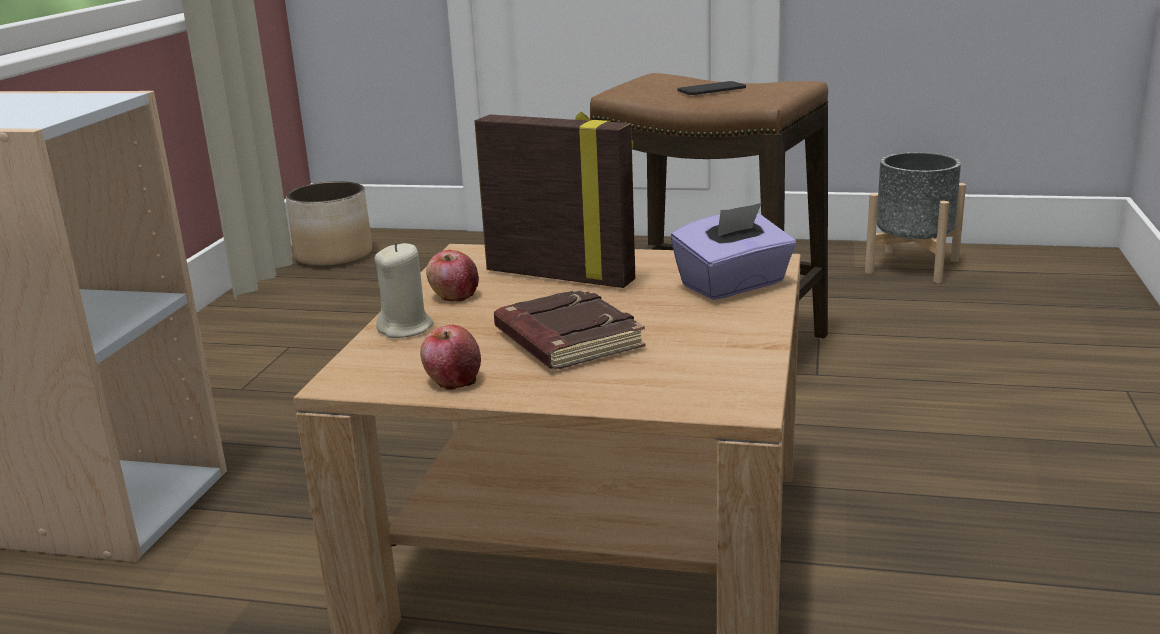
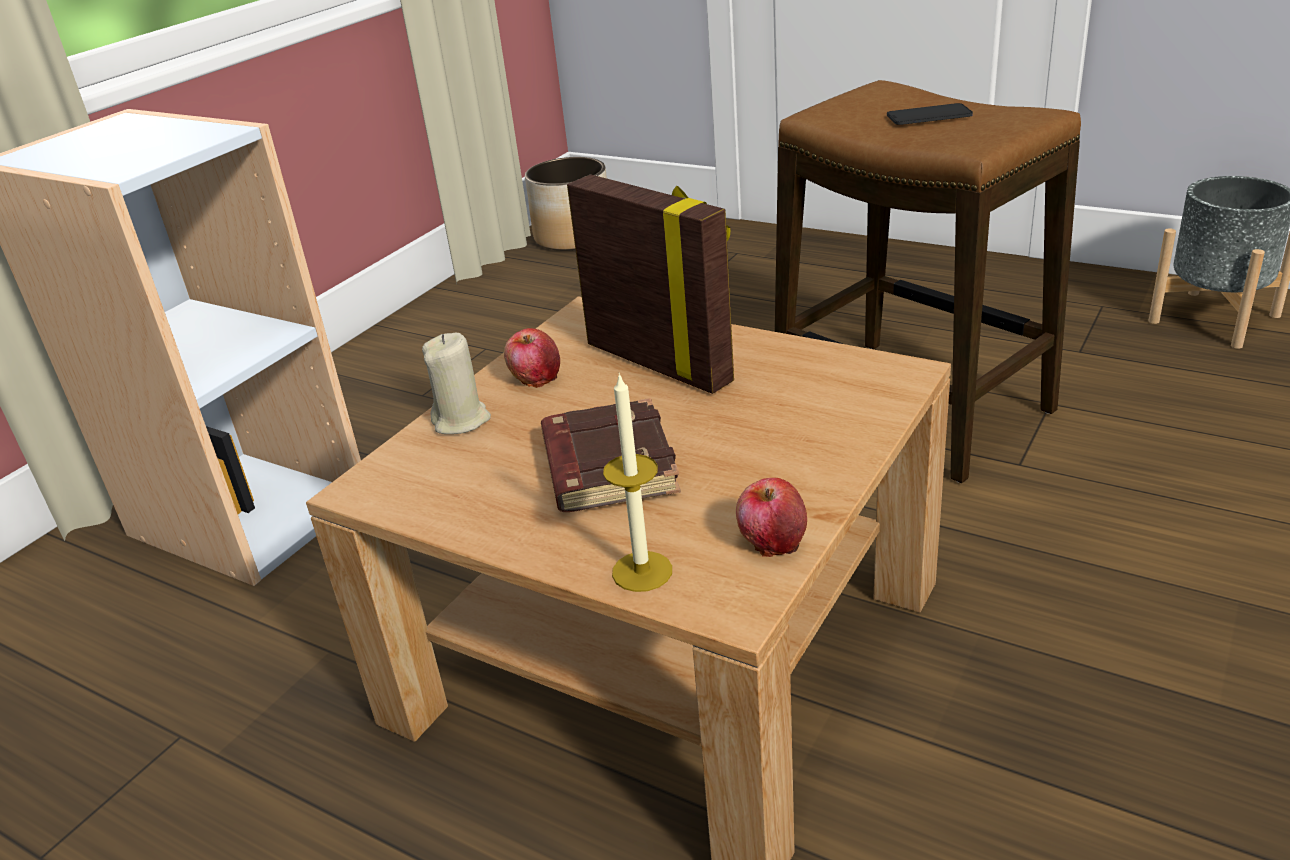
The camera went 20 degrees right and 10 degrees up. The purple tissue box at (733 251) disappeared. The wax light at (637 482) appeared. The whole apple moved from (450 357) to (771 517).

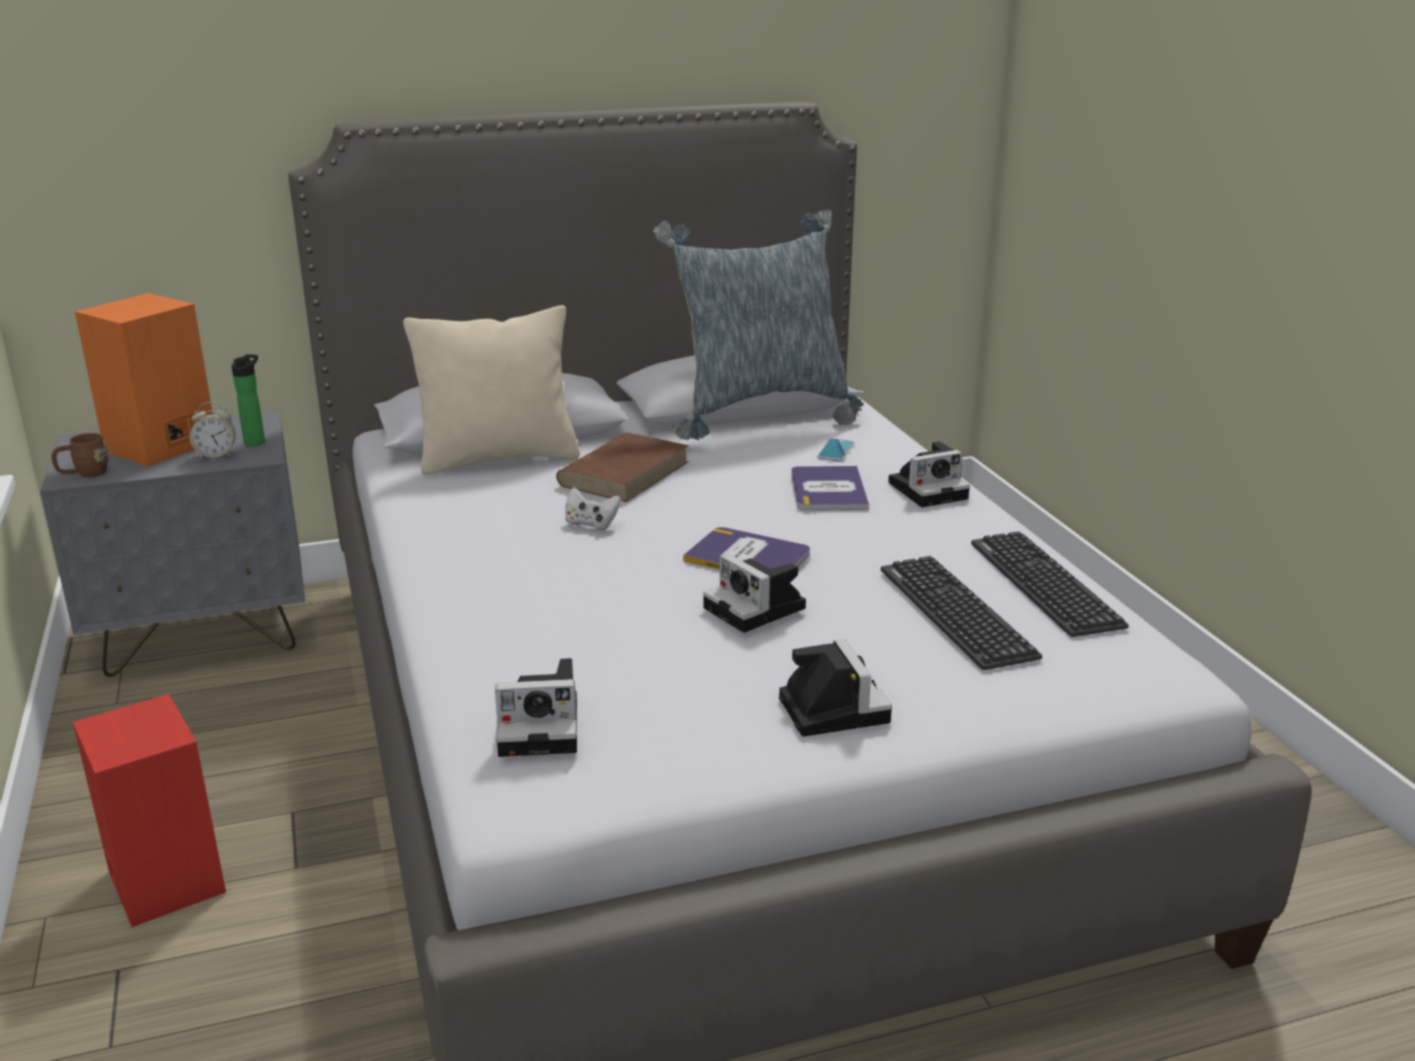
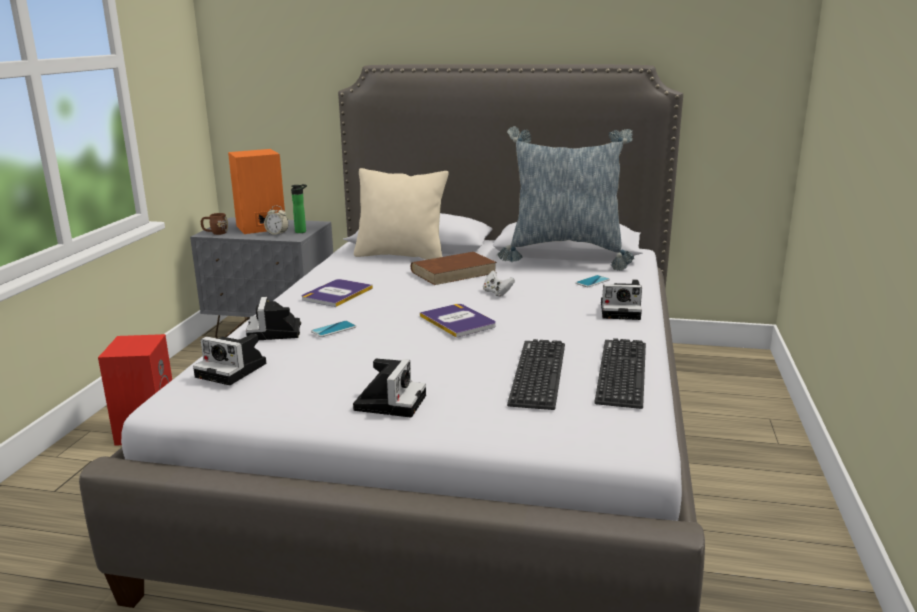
The camera went 30 degrees right and 5 degrees down. The telephone at (333 329) appeared. The white game controller moved from (593 509) to (499 283). The photo camera moved from (754 593) to (273 318). The volume moved from (830 488) to (337 293).

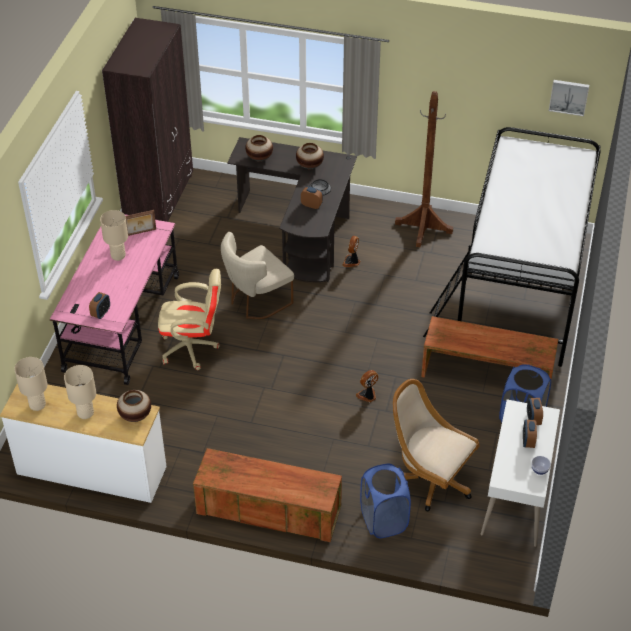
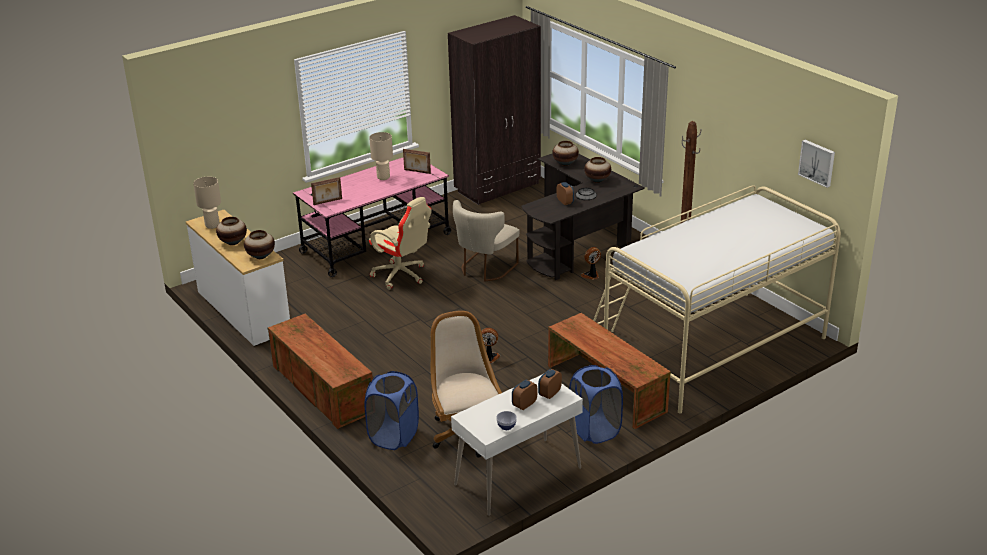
The camera went 40 degrees right and 15 degrees down. The sand-coloured table lamp at (80 392) was replaced by the decorative vase at (231 231). The bedside clock at (99 305) was replaced by the photo frame at (326 191). The black-coloured sleeping bed at (512 247) became the sand-coloured sleeping bed at (717 299). The sand-coloured plain chair at (257 275) turned 60 degrees counterclockwise.

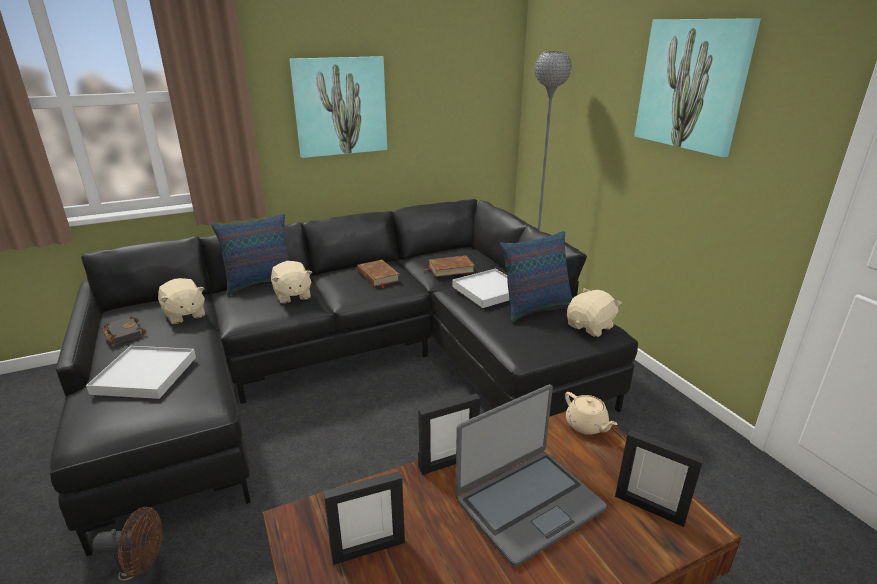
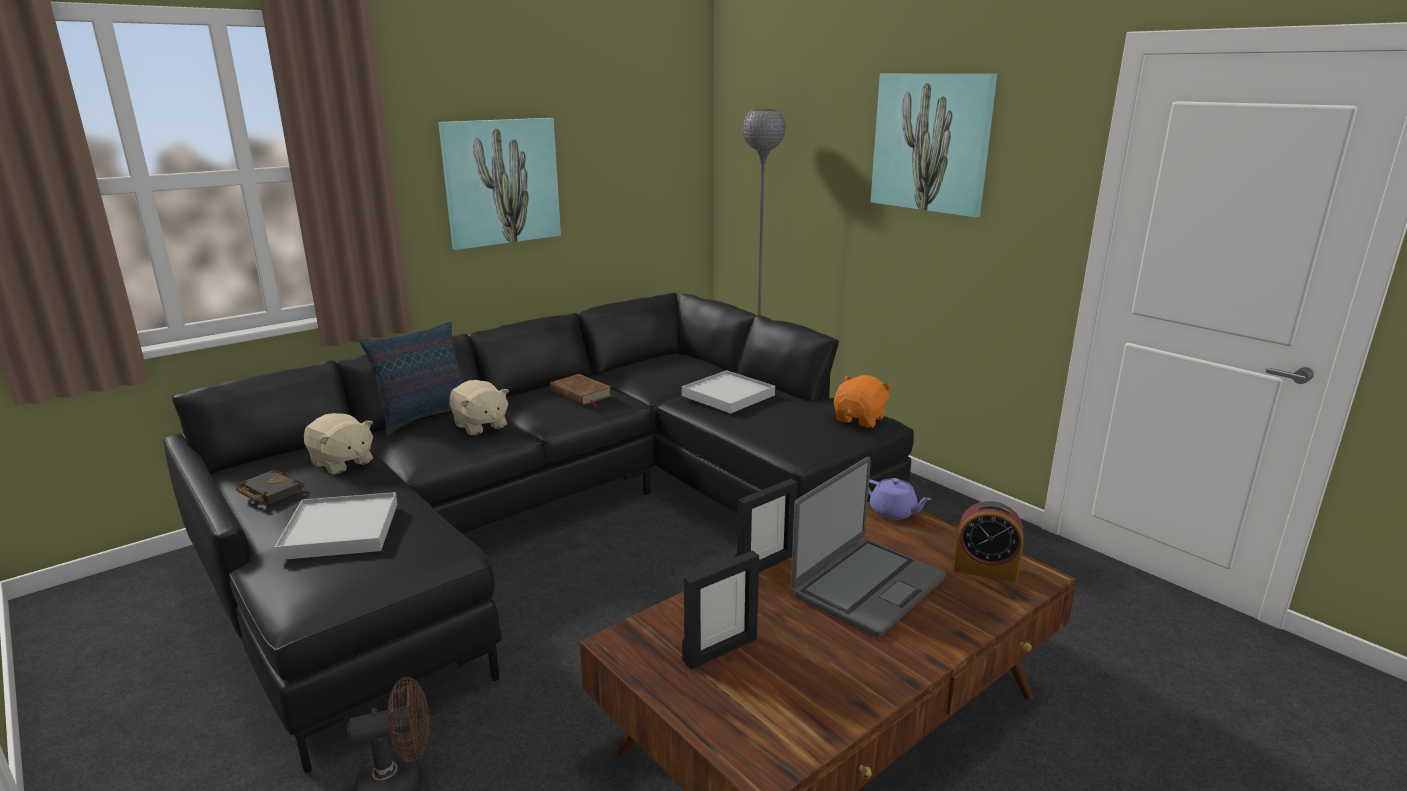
The camera went 15 degrees left and 5 degrees down. The brown volume at (449 266) disappeared. The blue-coloured throw pillow at (536 277) disappeared. The photo frame at (659 478) was replaced by the bedside clock at (989 541). The sand-coloured pot for tea at (591 413) became the purple pot for tea at (900 499). The sand-coloured plush toy at (594 312) became the orange plush toy at (863 401).

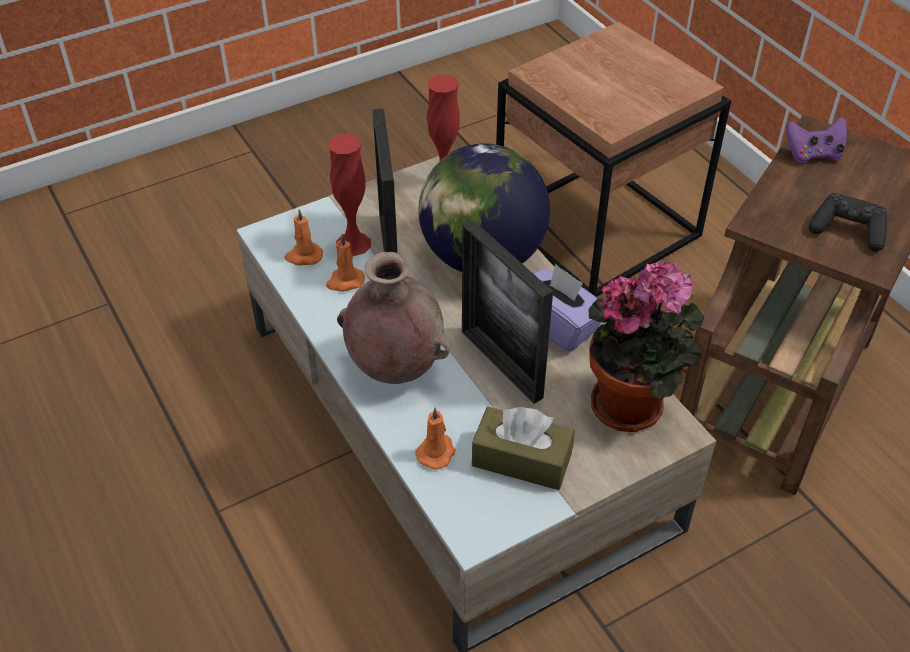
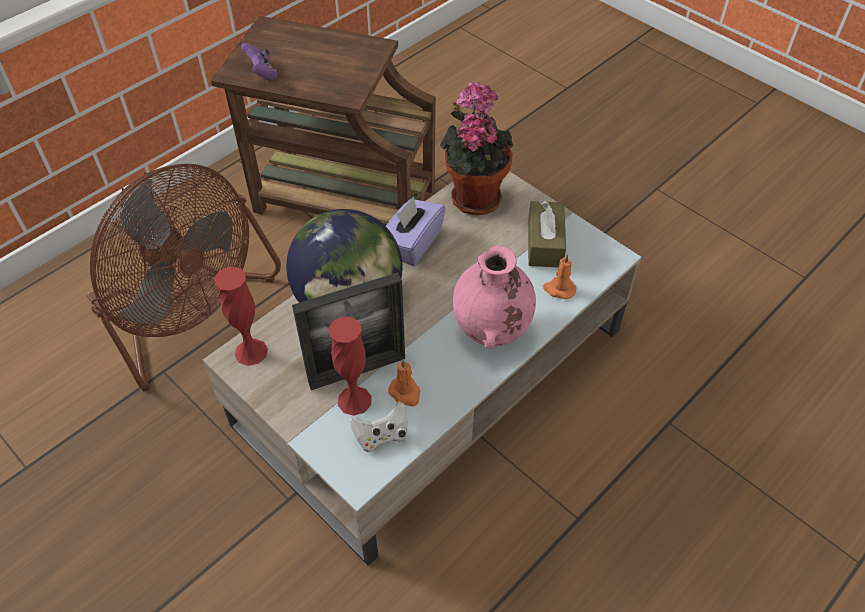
The camera went 105 degrees left and 5 degrees up. The photo frame at (507 312) disappeared. The black-coloured game controller at (848 222) disappeared. The orange wax light at (303 237) was replaced by the white game controller at (379 426). The brown side table at (613 159) was replaced by the brown cooling fan at (184 278). The brown decorative vase at (394 318) became the pink decorative vase at (494 297).

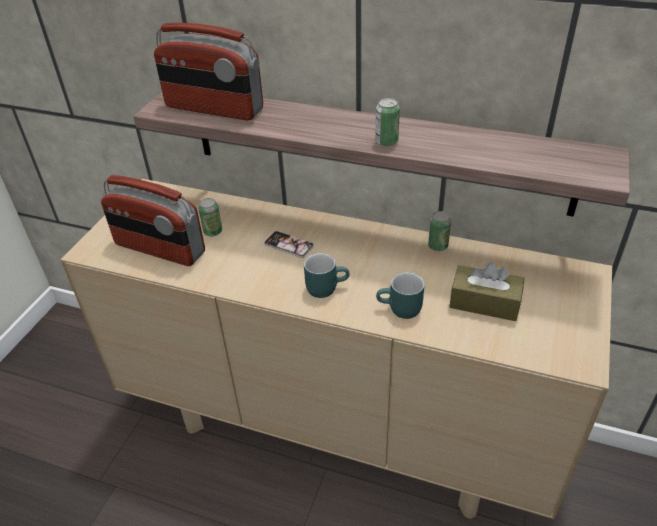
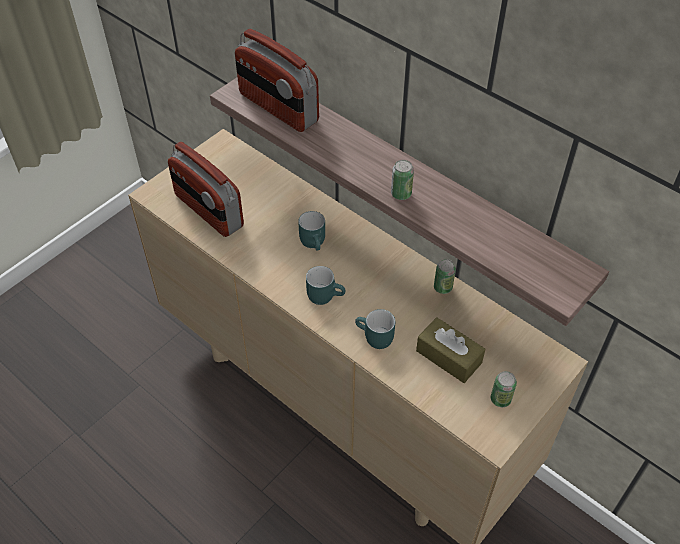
The camera went 20 degrees right and 10 degrees up. The can moved from (210 217) to (504 389). The telephone at (289 244) was replaced by the turquoise-coloured tea mug at (311 231).

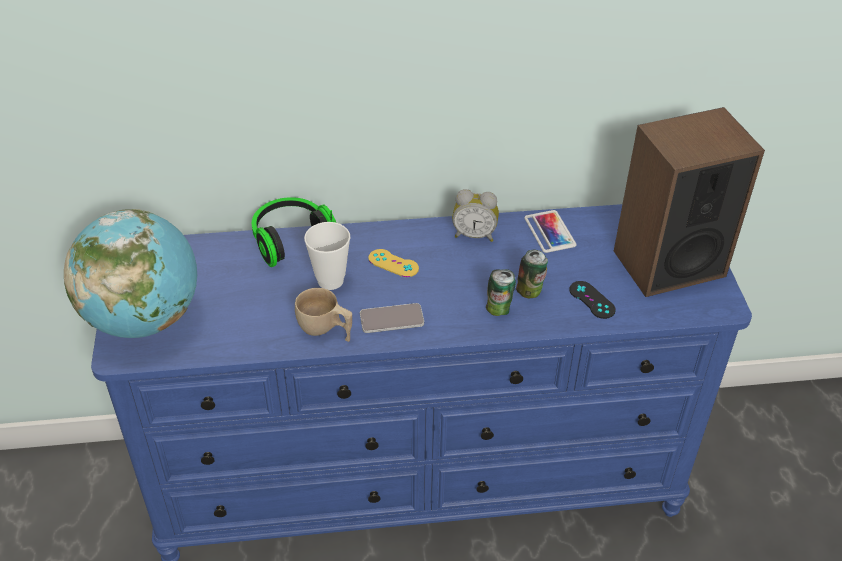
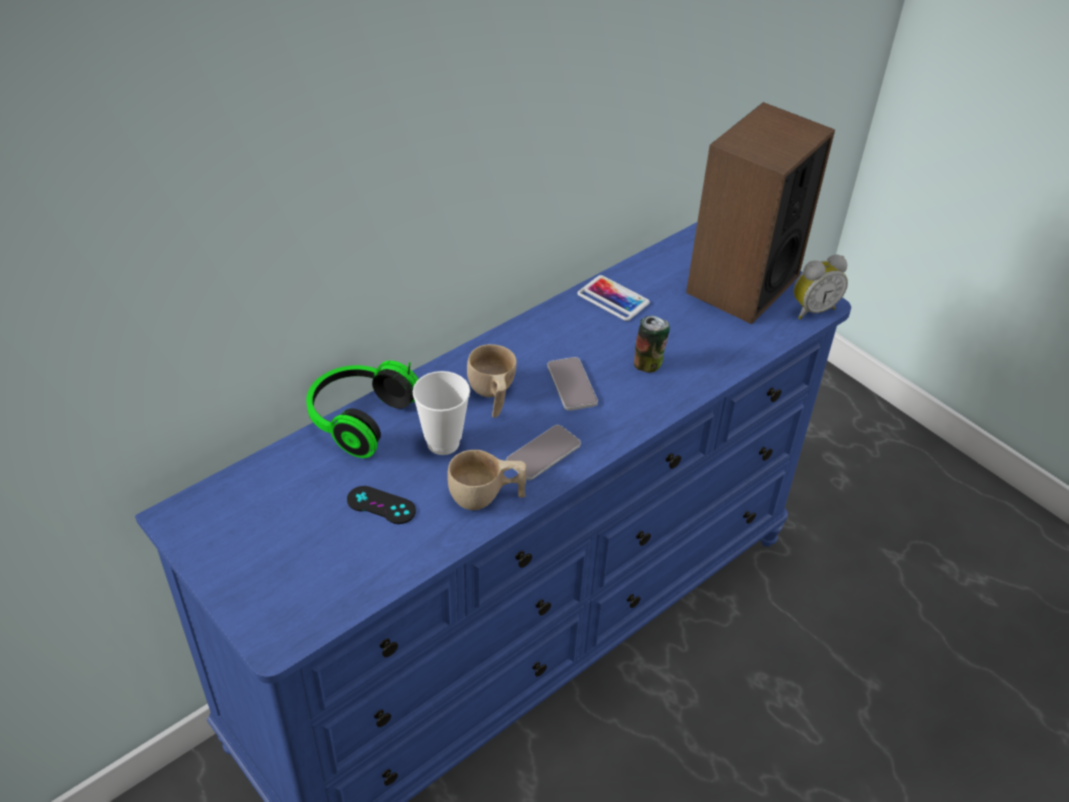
The camera went 35 degrees left and 0 degrees up. The globe at (130 273) disappeared. The can at (501 292) disappeared. The telephone at (572 384) appeared. The bedside clock moved from (475 215) to (821 287). The black-coloured game controller moved from (592 300) to (381 505). The yellow-coloured game controller at (393 263) was replaced by the sand-coloured drinking cup at (492 381).

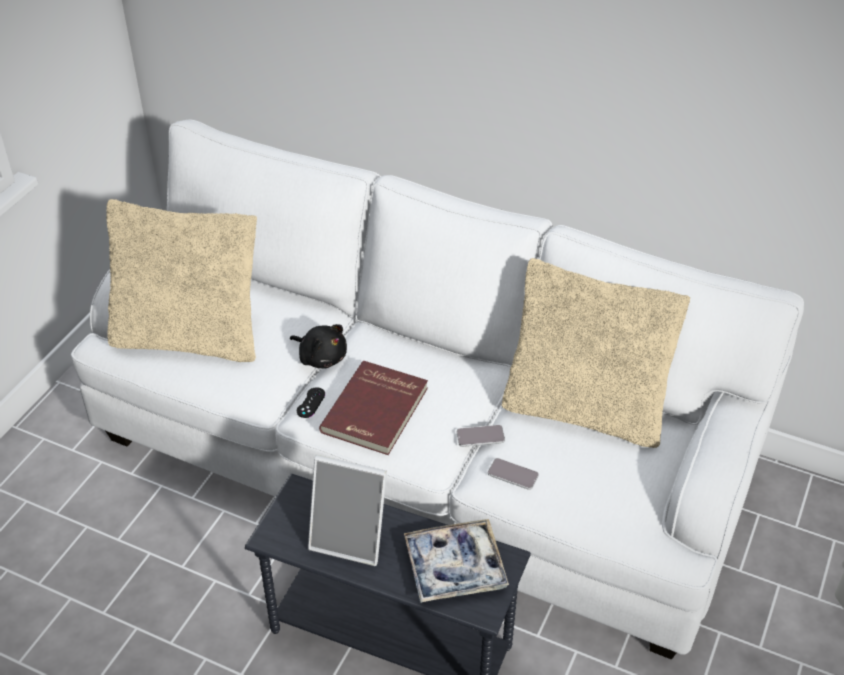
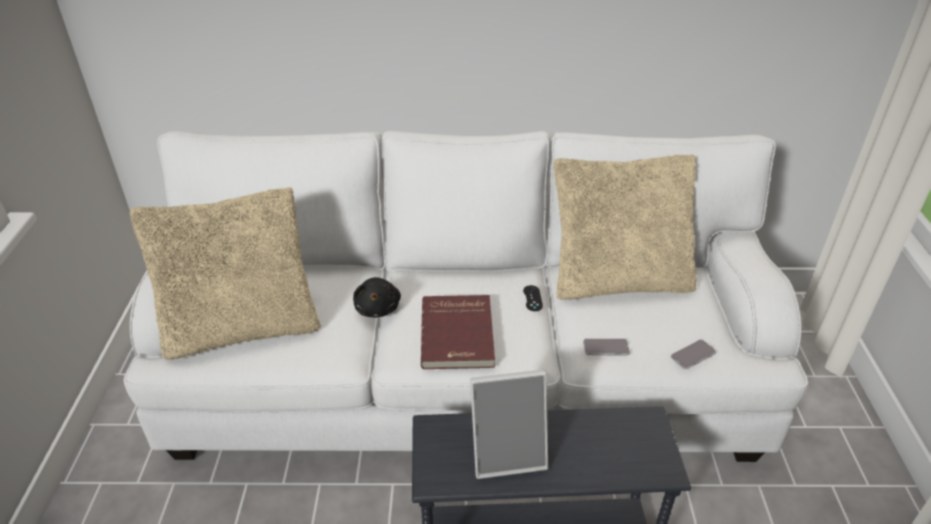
The camera went 25 degrees left and 5 degrees down. The carrying tray at (456 561) disappeared. The black-coloured game controller moved from (311 402) to (533 298). The telephone moved from (481 436) to (693 354). The black-coloured plush toy at (318 346) turned 75 degrees clockwise.

